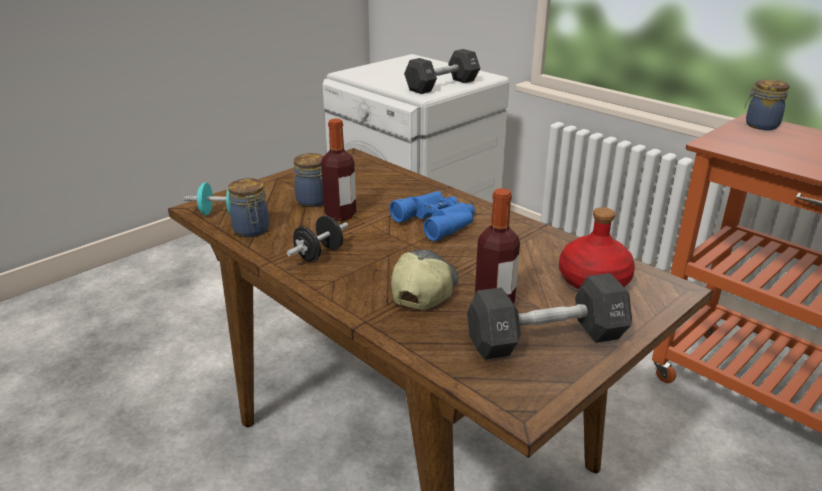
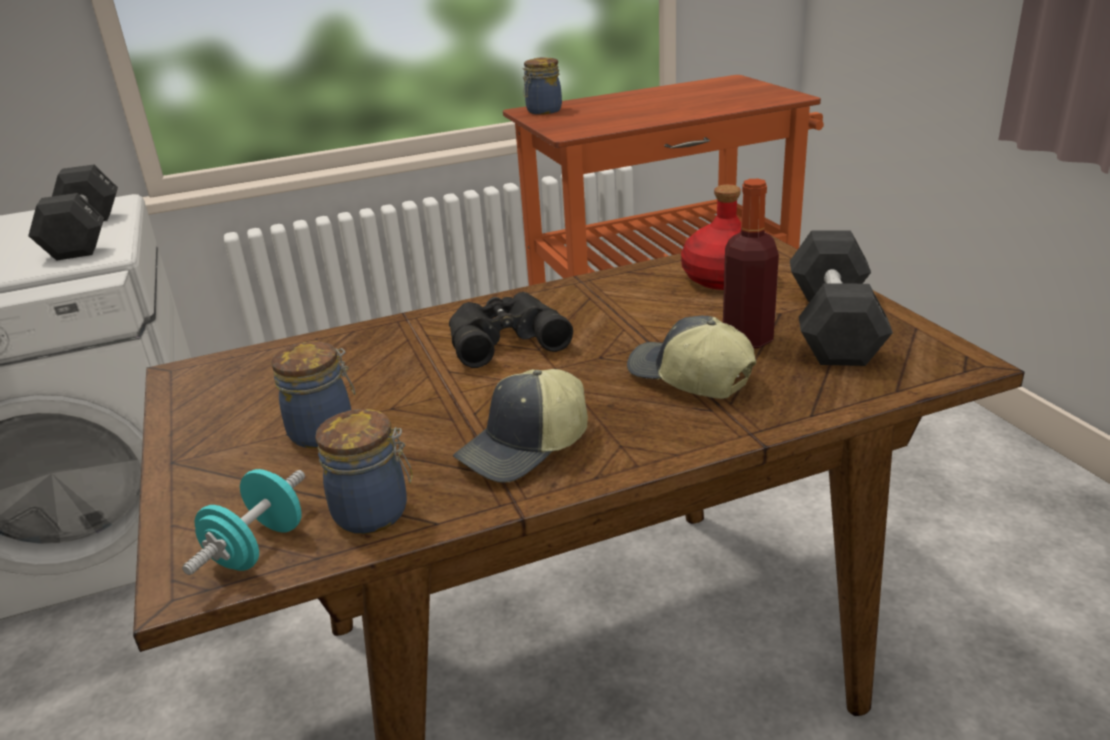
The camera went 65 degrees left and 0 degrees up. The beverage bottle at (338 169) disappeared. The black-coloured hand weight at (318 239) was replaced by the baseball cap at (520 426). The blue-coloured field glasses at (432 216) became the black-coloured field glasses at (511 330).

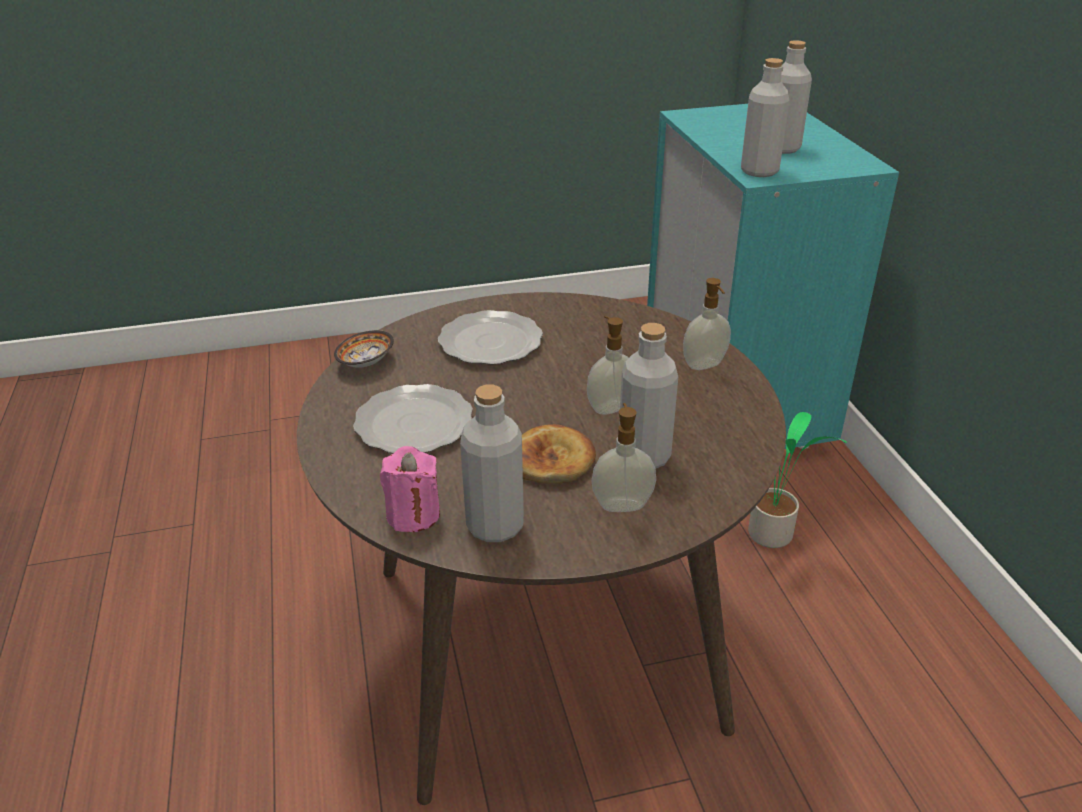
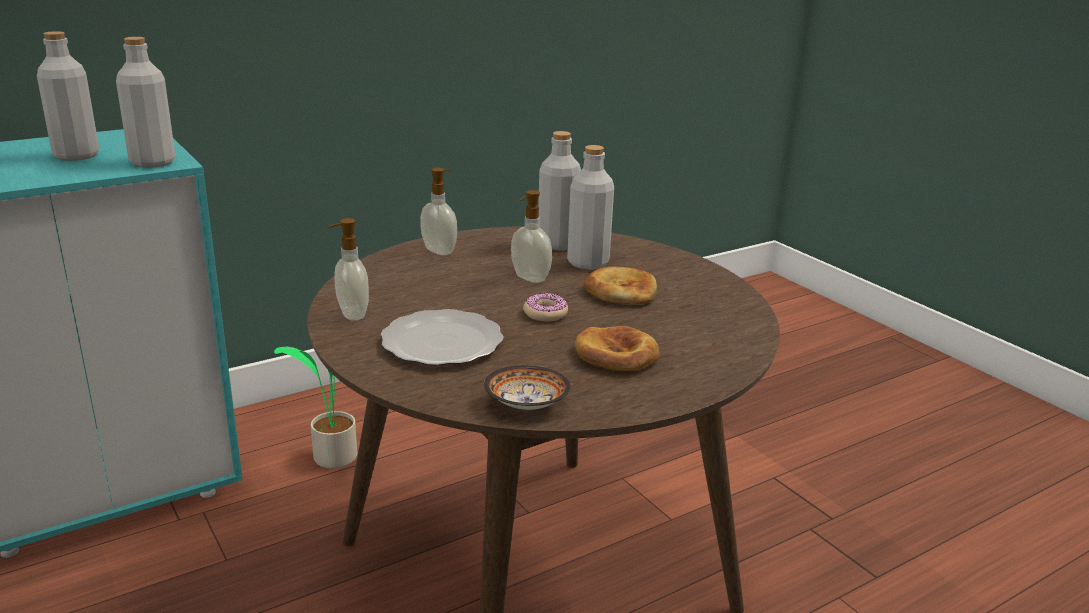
The camera went 110 degrees left and 10 degrees down. The pink wax light at (410 489) disappeared. The ring doughnut at (545 307) appeared. The greyish beverage bottle moved from (492 463) to (559 191). The liquid soap bottle moved from (623 457) to (348 269). The plate at (413 419) was replaced by the baked bread at (617 348).

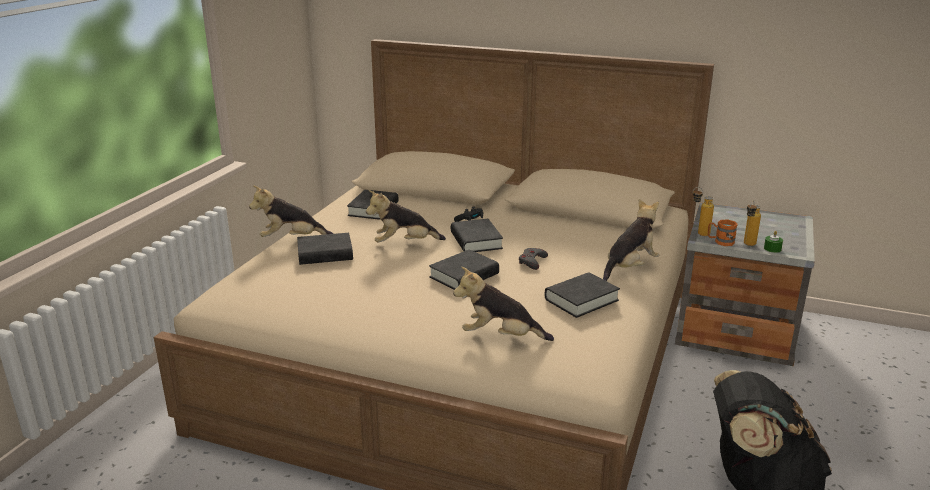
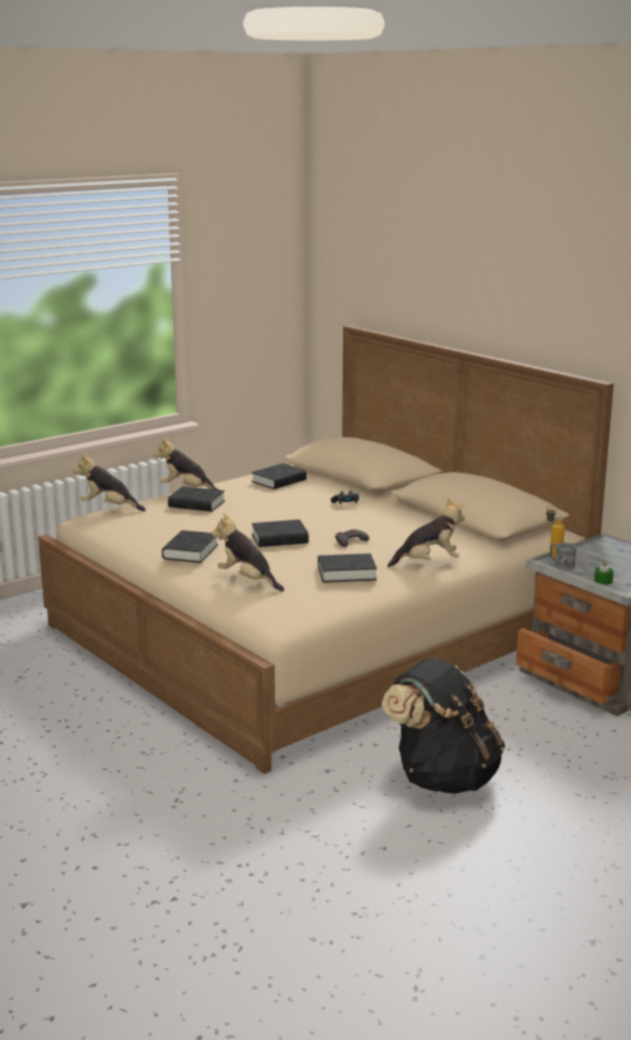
The camera went 30 degrees right and 5 degrees down. The beverage bottle at (752 223) disappeared. The plush toy moved from (406 216) to (109 482). The black-coloured volume moved from (477 235) to (190 546). The orange tea mug at (723 233) became the greyish tea mug at (563 557).

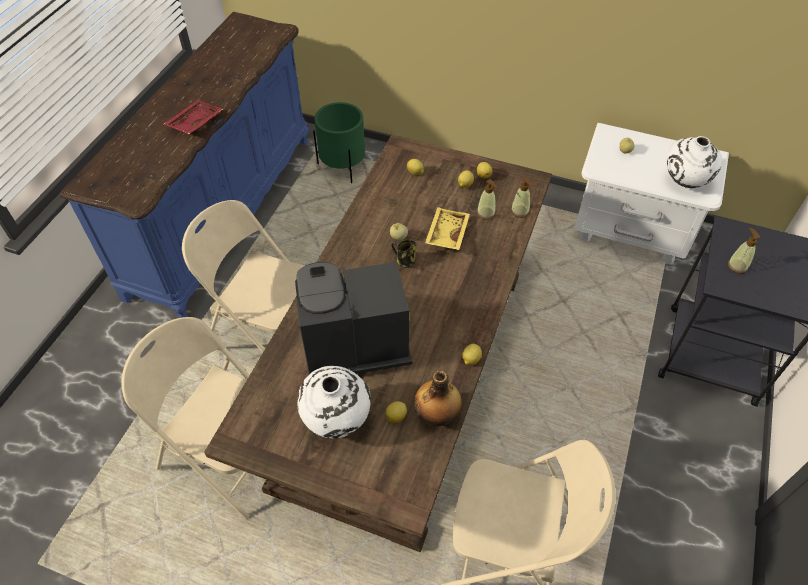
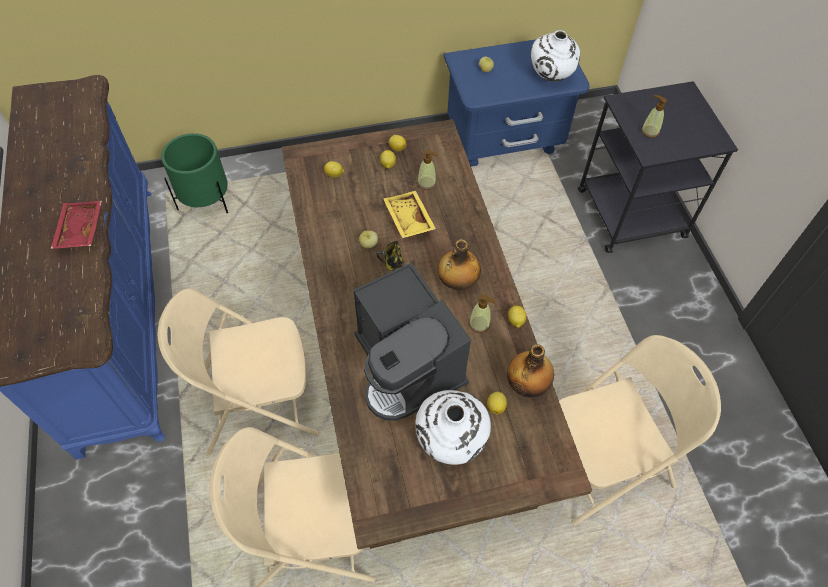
The camera went 35 degrees left and 5 degrees up. The beverage bottle at (459 264) appeared. The liquid soap bottle moved from (522 197) to (482 313). The white bedside table at (651 193) became the blue-coloured bedside table at (517 103). The coffee brewer at (353 318) turned 75 degrees counterclockwise.

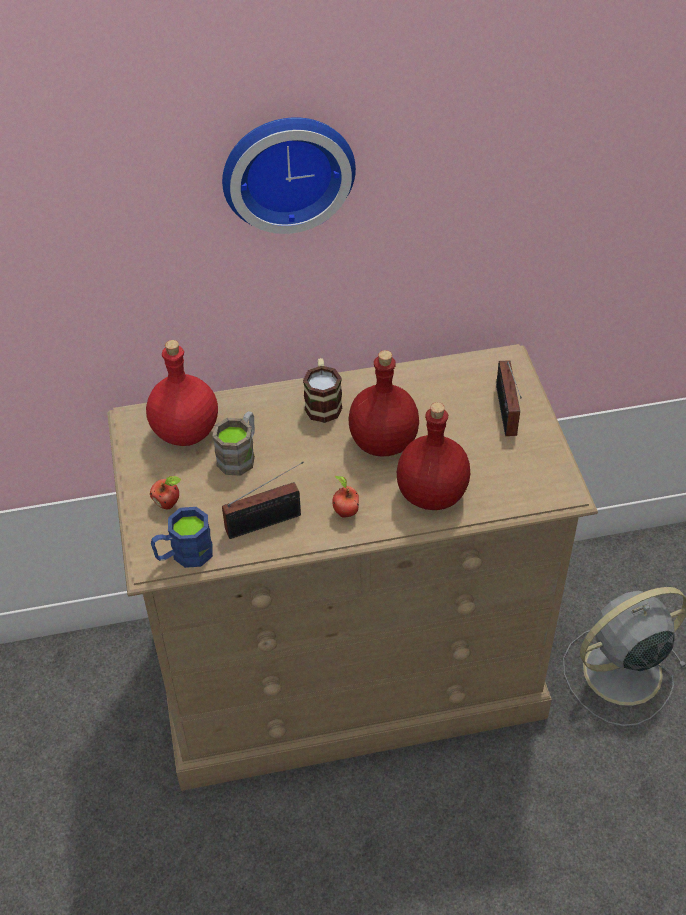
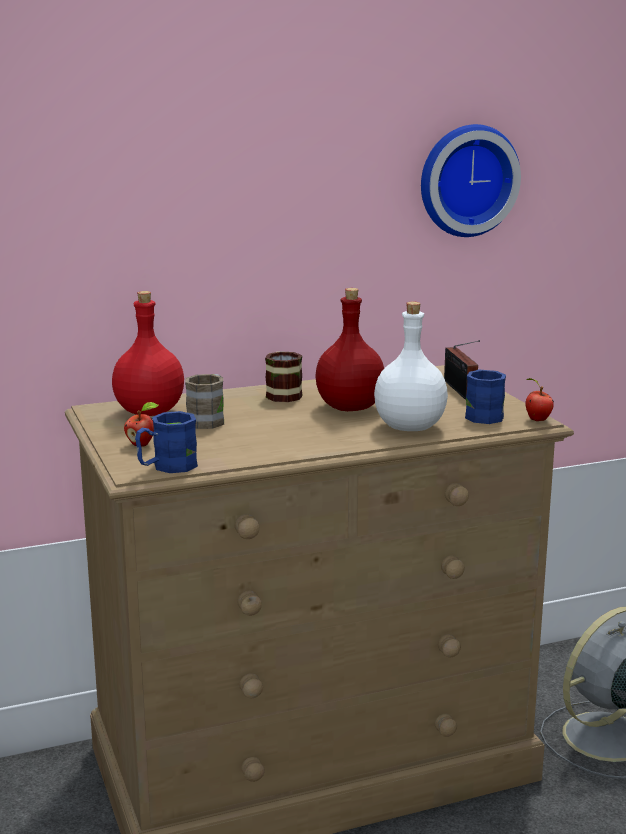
The camera went 10 degrees left and 30 degrees down. The radio at (263 500) disappeared. The blue-coloured tea mug at (485 396) appeared. The wall clock moved from (289 175) to (471 180). The whole apple moved from (345 497) to (539 399). The red beverage bottle at (433 456) became the white beverage bottle at (411 366).

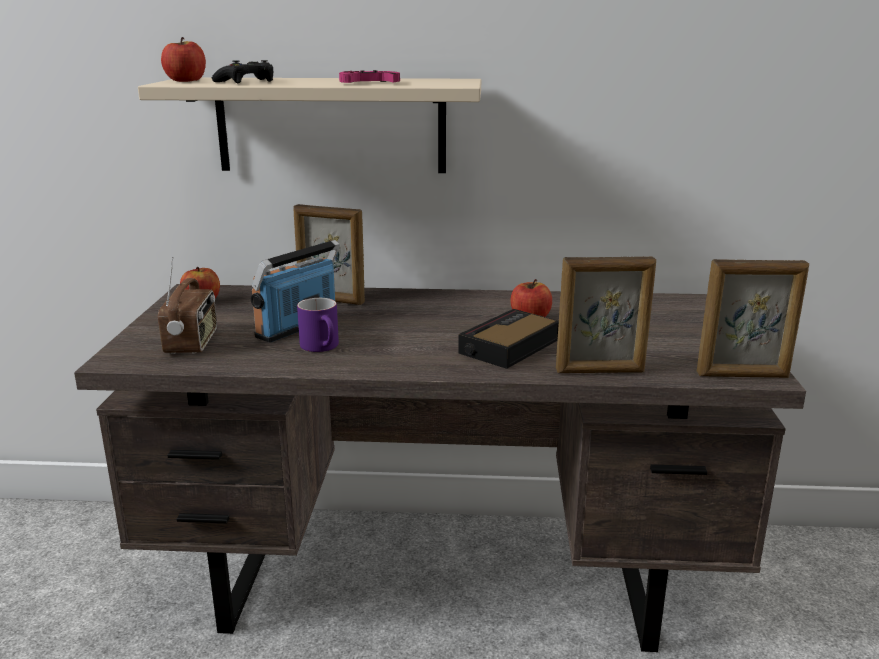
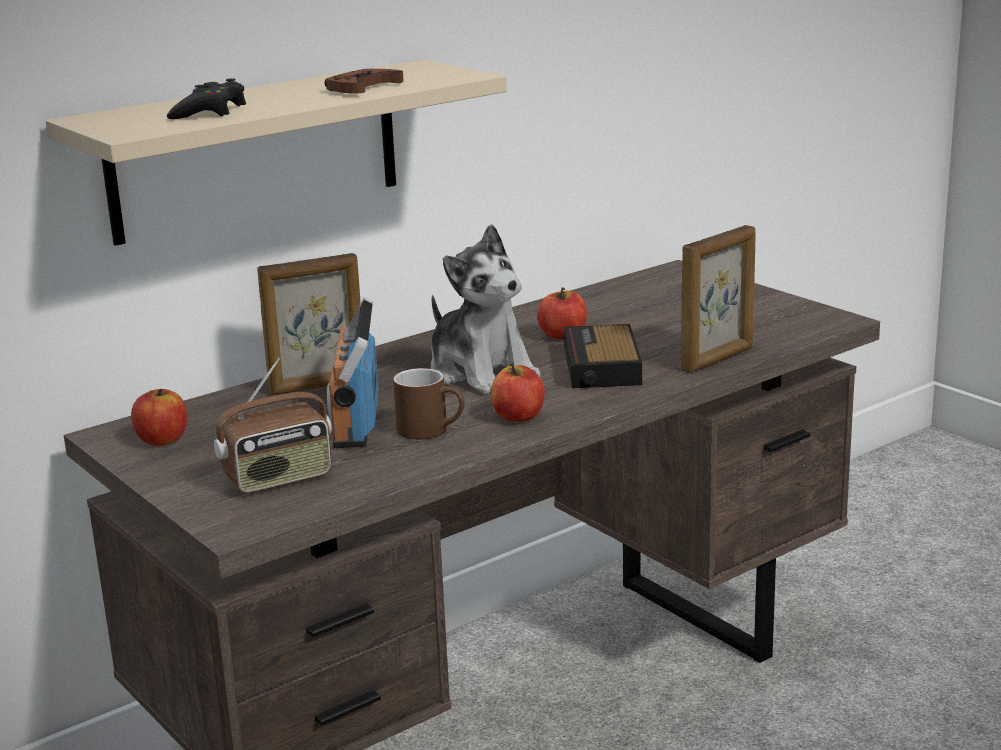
The camera went 40 degrees left and 0 degrees up. The photo frame at (753 318) disappeared. The plush toy at (485 309) appeared. The whole apple moved from (183 59) to (518 392). The purple tea mug at (318 325) became the brown tea mug at (429 403). The pink game controller at (369 76) became the brown game controller at (364 81). The radio at (187 305) turned 105 degrees clockwise.

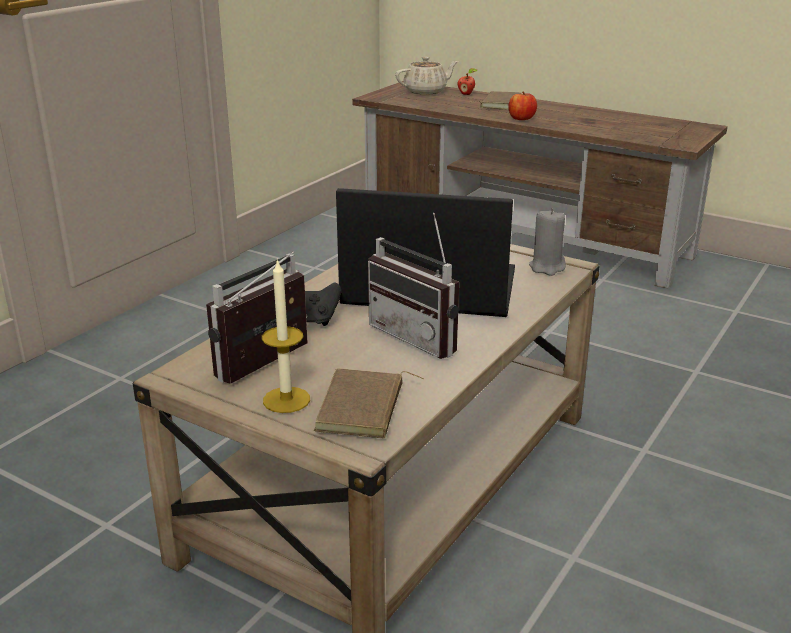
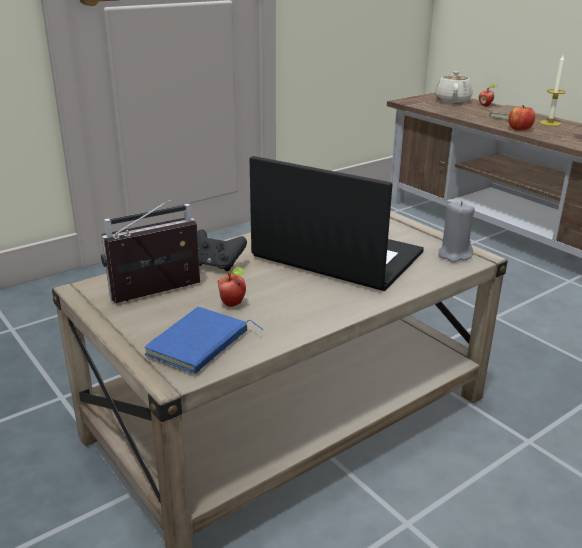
The camera went 20 degrees right and 0 degrees up. The radio at (413 286) disappeared. The whole apple at (232 287) appeared. The wax light moved from (286 335) to (553 90). The brown volume at (369 403) became the blue-coloured volume at (204 340). The sand-coloured pot for tea at (426 75) turned 75 degrees counterclockwise.

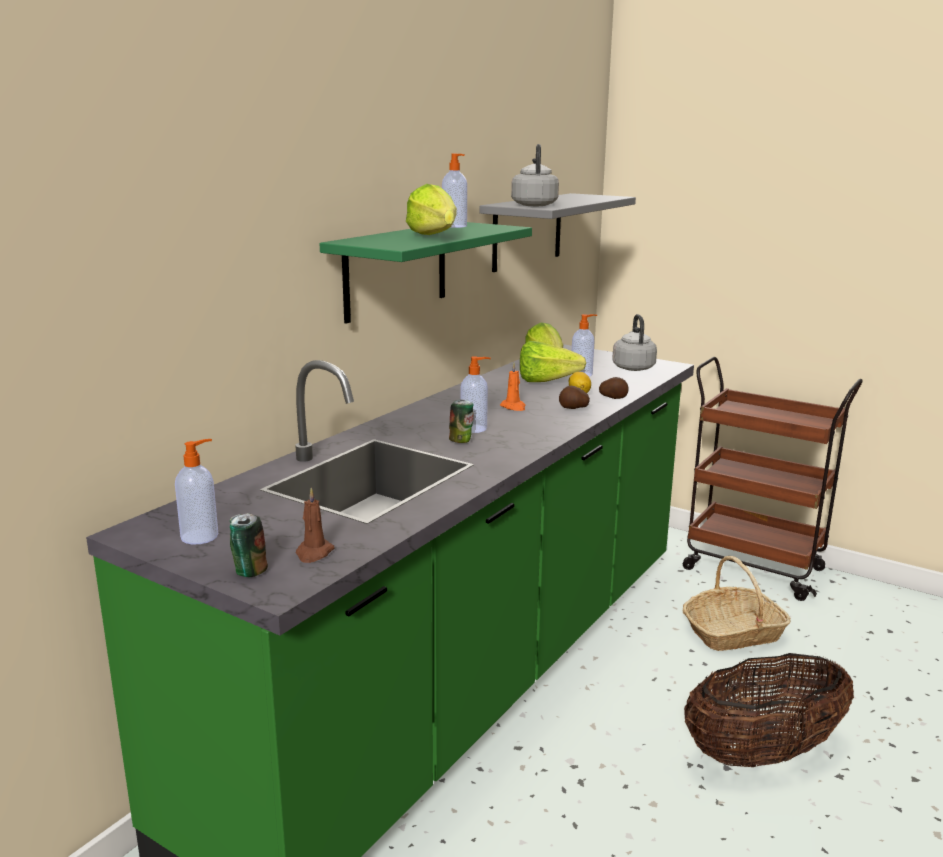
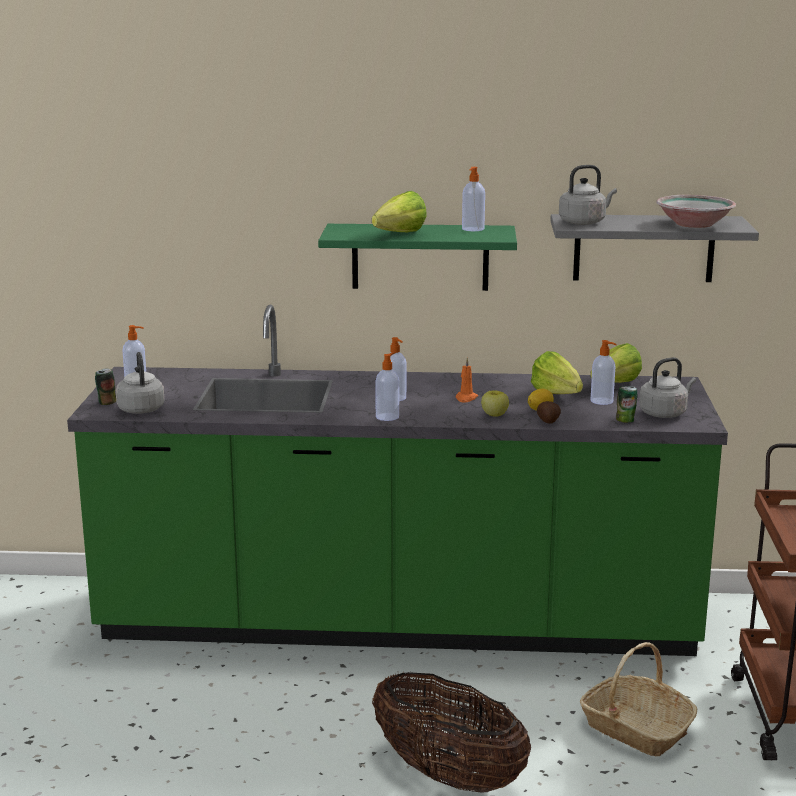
The camera went 60 degrees right and 0 degrees up. The liquid soap bottle at (387 386) appeared. The serving bowl at (696 211) appeared. The can moved from (461 421) to (626 404). The brown wax light at (315 525) was replaced by the greyish water kettle at (140 383). The spud at (574 397) was replaced by the whole apple at (495 403).

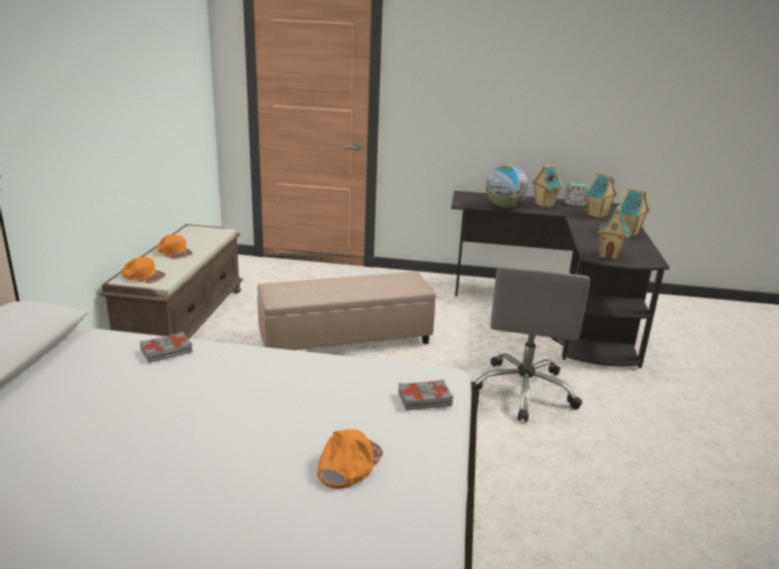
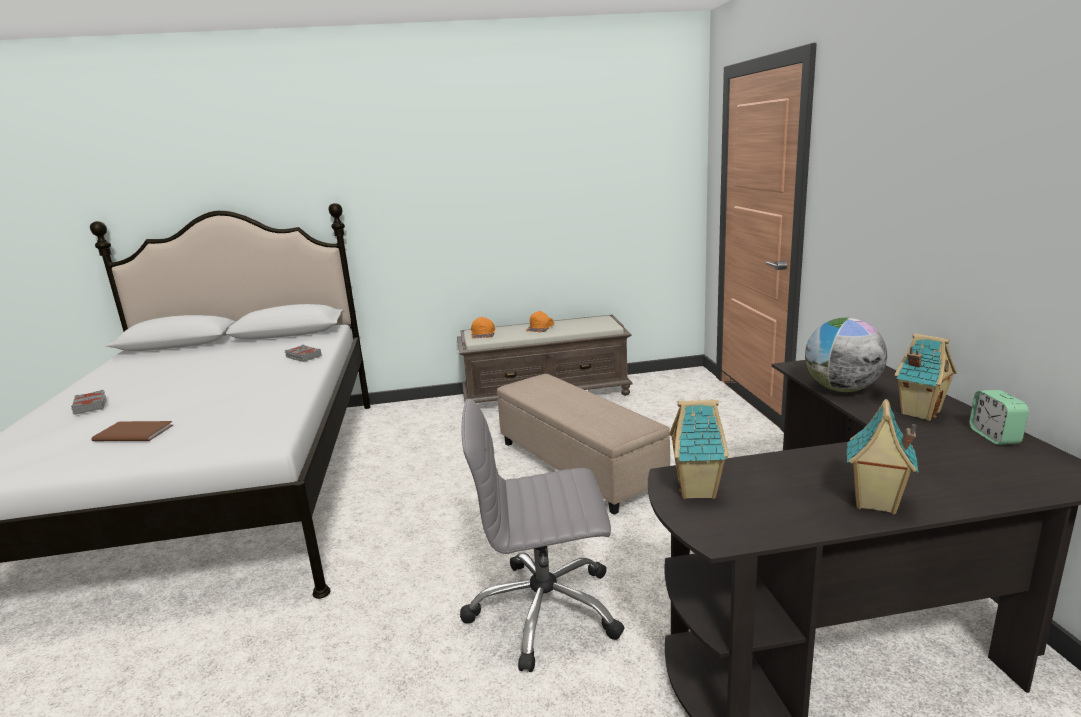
The camera went 75 degrees right and 5 degrees down. The model house at (601 195) disappeared. The greyish volume moved from (425 394) to (89 402). The orange baseball cap at (350 459) was replaced by the brown volume at (132 431).

